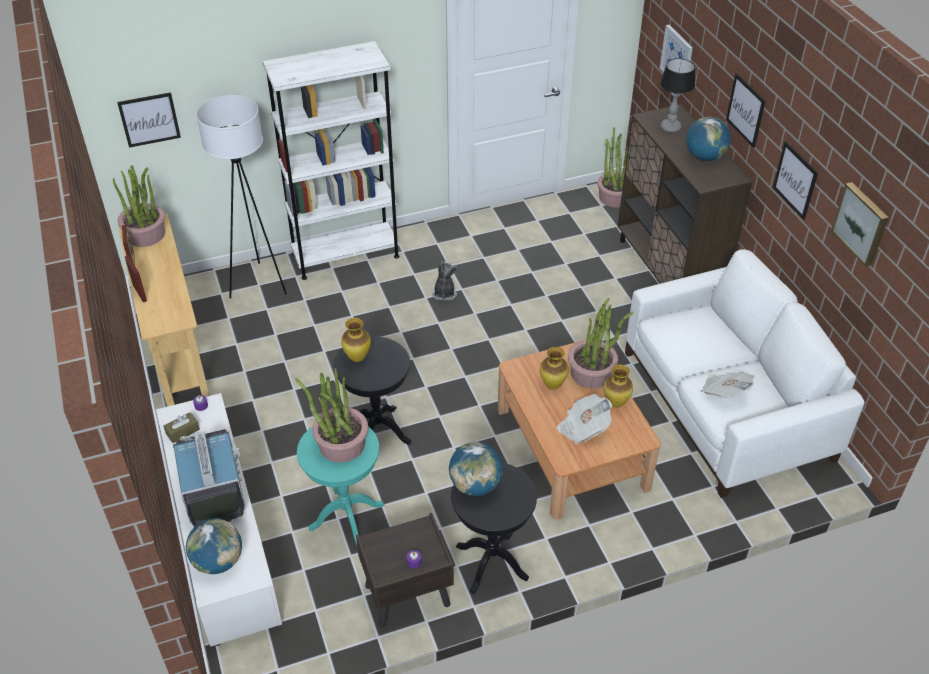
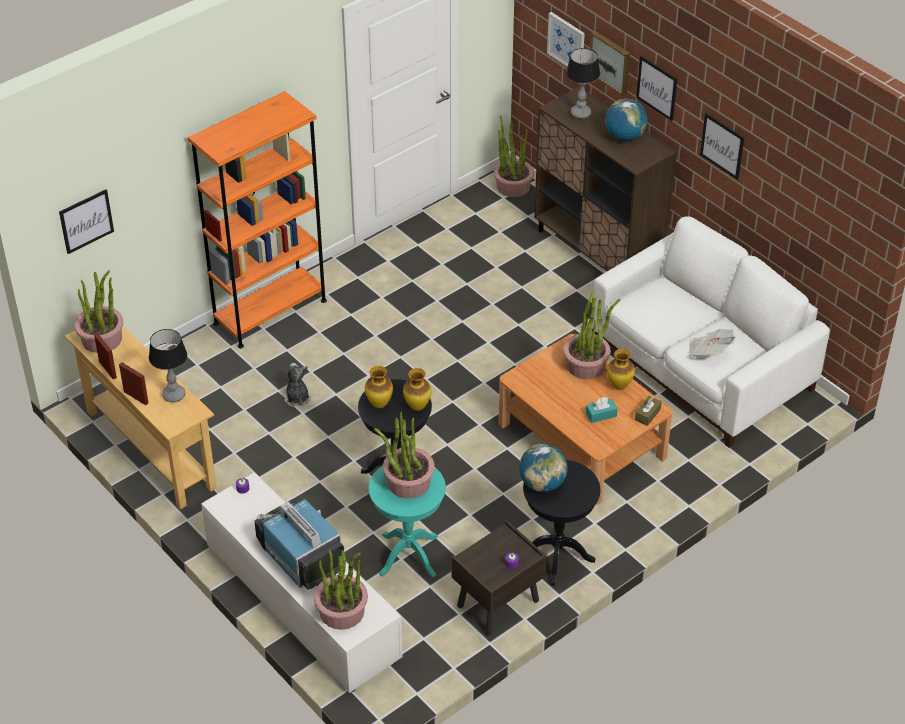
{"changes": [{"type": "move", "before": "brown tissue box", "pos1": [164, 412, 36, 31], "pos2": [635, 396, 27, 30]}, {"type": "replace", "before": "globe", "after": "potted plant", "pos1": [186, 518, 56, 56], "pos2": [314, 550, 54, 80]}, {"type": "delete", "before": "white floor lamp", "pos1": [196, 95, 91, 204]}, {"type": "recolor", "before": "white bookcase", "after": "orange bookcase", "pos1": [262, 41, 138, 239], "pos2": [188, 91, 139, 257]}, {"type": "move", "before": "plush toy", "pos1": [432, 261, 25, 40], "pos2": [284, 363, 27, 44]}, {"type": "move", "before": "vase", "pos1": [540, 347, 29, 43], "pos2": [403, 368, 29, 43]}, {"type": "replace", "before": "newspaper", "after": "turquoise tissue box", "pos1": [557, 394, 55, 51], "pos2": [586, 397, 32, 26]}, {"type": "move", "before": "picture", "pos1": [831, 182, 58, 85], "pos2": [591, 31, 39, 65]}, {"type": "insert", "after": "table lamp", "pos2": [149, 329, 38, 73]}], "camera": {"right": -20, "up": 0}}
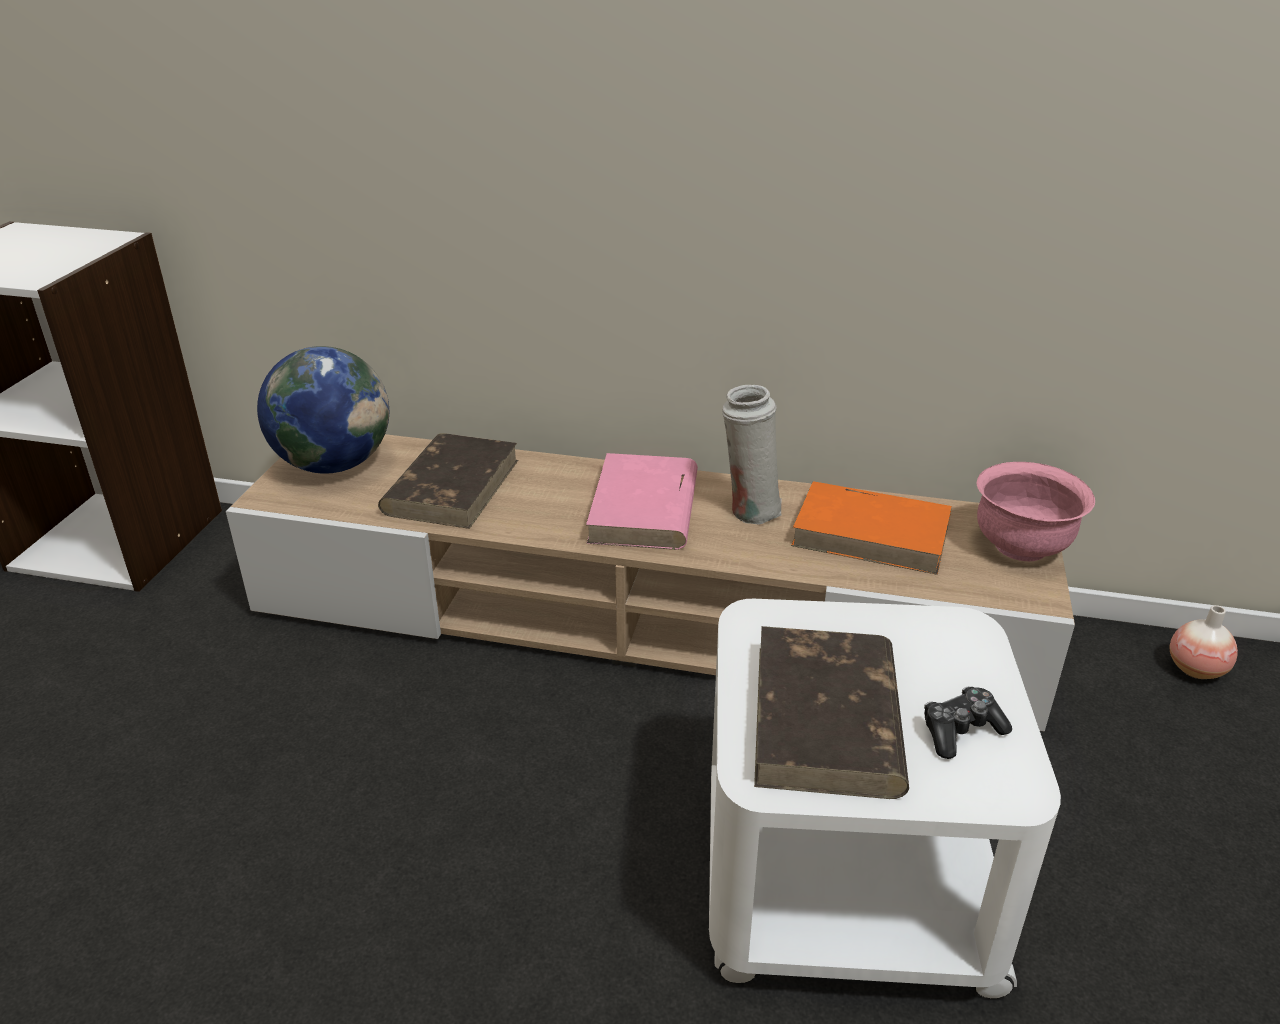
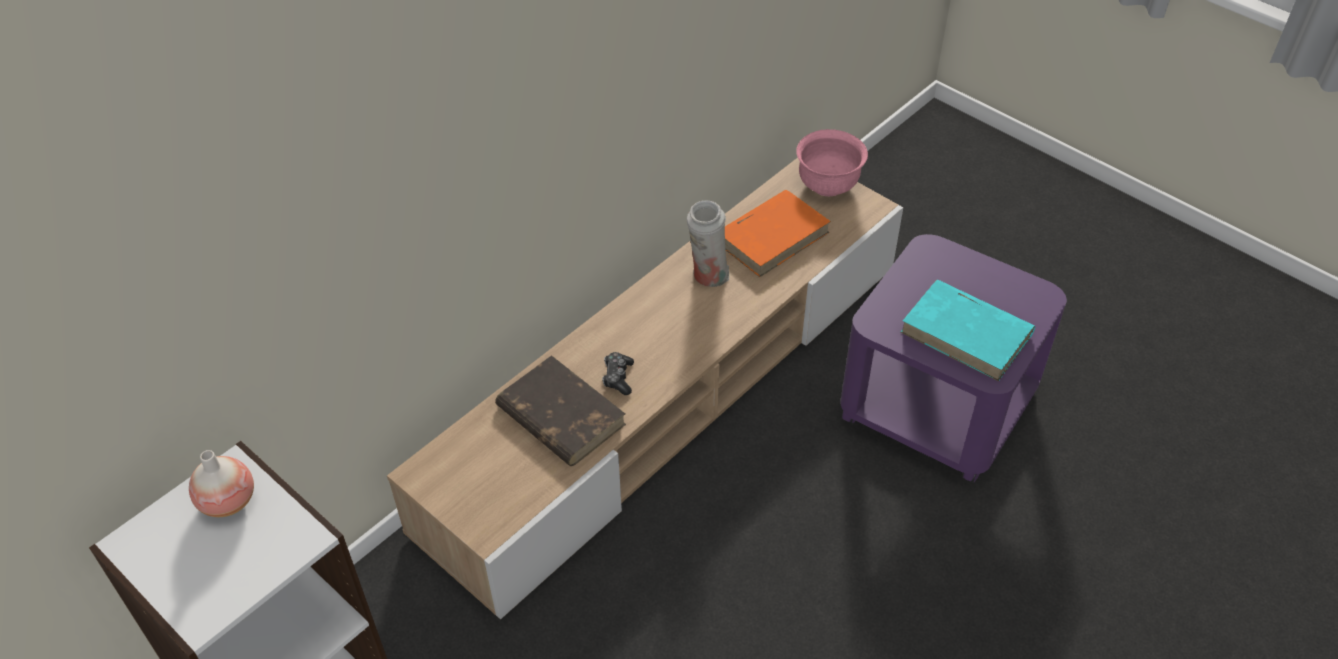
{"changes": [{"type": "delete", "before": "globe", "pos1": [257, 346, 132, 128]}, {"type": "delete", "before": "pink book", "pos1": [586, 453, 112, 97]}, {"type": "recolor", "before": "white side table", "after": "purple side table", "pos1": [709, 599, 352, 400], "pos2": [840, 234, 227, 249]}, {"type": "recolor", "before": "brown book", "after": "turquoise book", "pos1": [754, 626, 155, 173], "pos2": [900, 280, 135, 102]}, {"type": "move", "before": "game controller", "pos1": [924, 686, 88, 73], "pos2": [602, 352, 32, 43]}, {"type": "move", "before": "vase", "pos1": [1170, 605, 68, 74], "pos2": [189, 450, 65, 67]}], "camera": {"right": -60, "up": 15}}
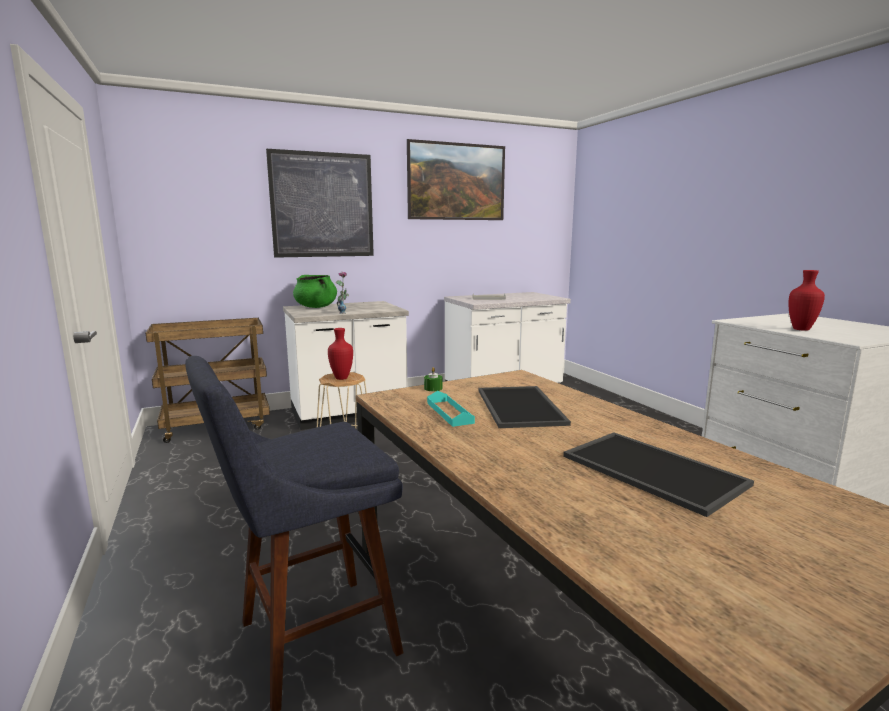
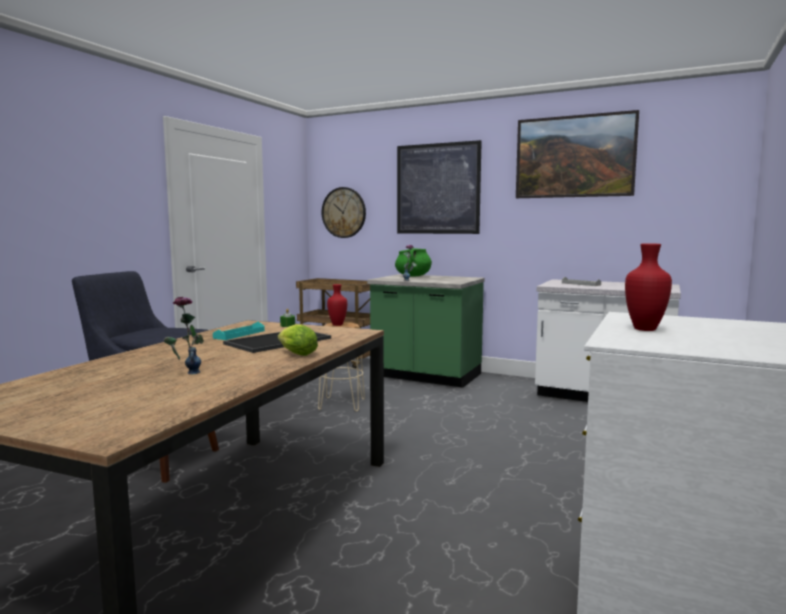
{"changes": [{"type": "recolor", "before": "white counter", "after": "green counter", "pos1": [283, 301, 126, 129], "pos2": [367, 274, 118, 114]}, {"type": "replace", "before": "tray", "after": "vase", "pos1": [563, 433, 191, 84], "pos2": [164, 297, 40, 77]}, {"type": "insert", "after": "lettuce", "pos2": [278, 324, 40, 32]}, {"type": "insert", "after": "wall clock", "pos2": [322, 187, 44, 51]}], "camera": {"right": 50, "up": -5}}
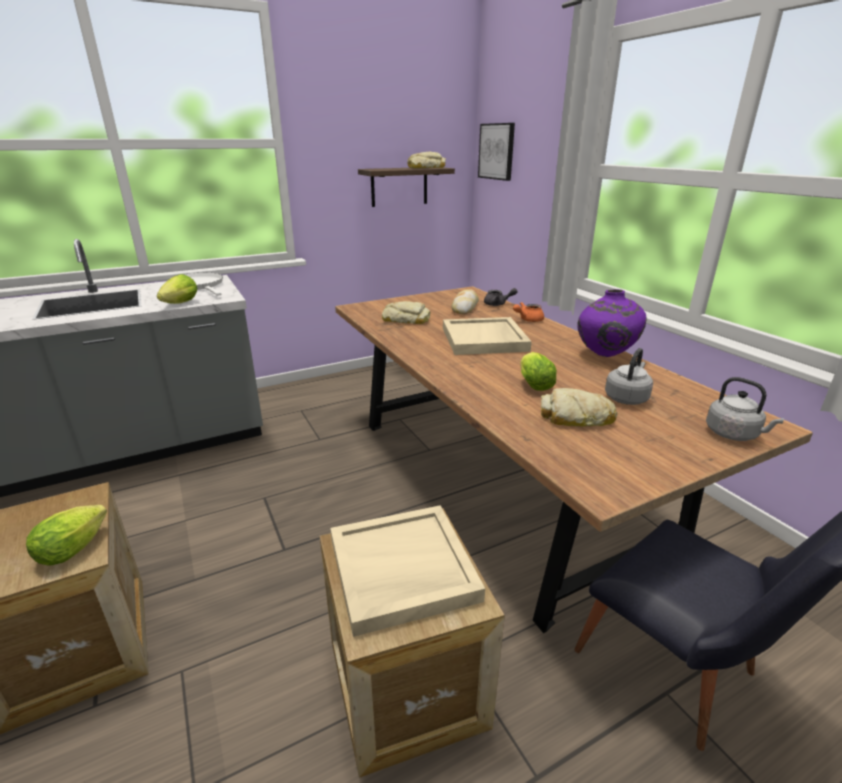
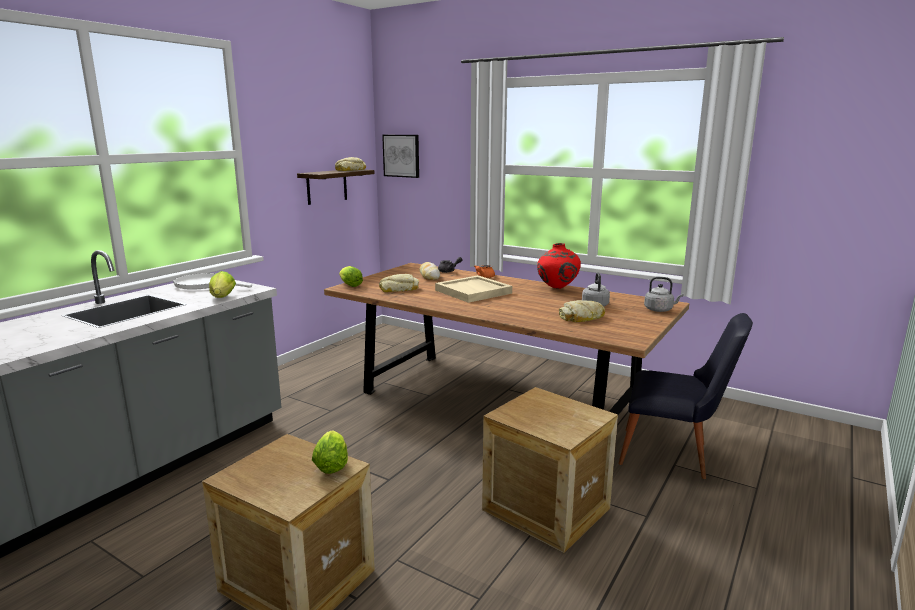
{"changes": [{"type": "delete", "before": "beige tray", "pos1": [330, 505, 155, 132]}, {"type": "move", "before": "lettuce", "pos1": [520, 352, 37, 39], "pos2": [339, 266, 24, 21]}, {"type": "recolor", "before": "purple vase", "after": "red vase", "pos1": [577, 289, 70, 68], "pos2": [537, 243, 44, 46]}], "camera": {"right": -30, "up": -10}}
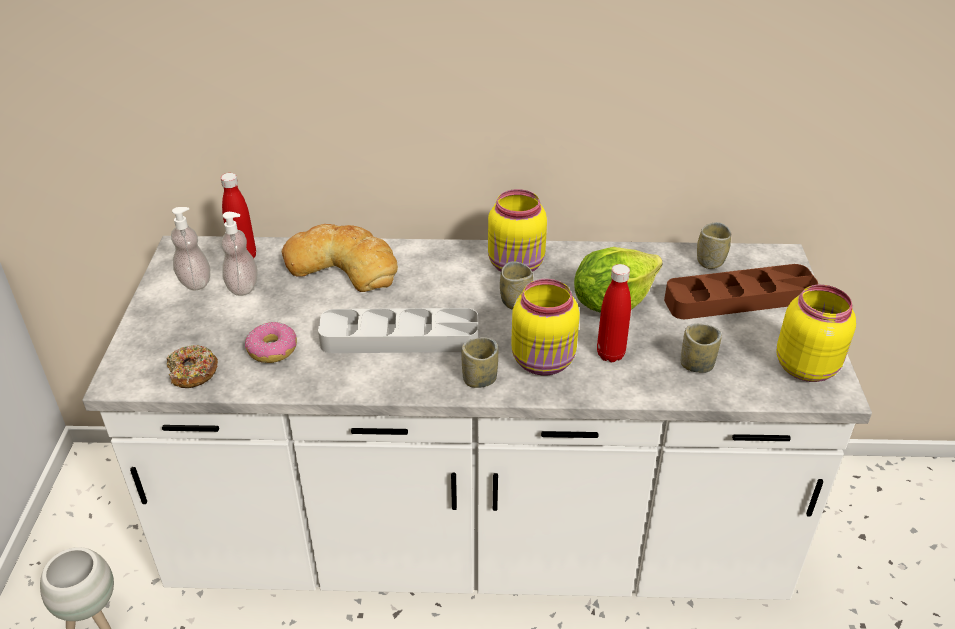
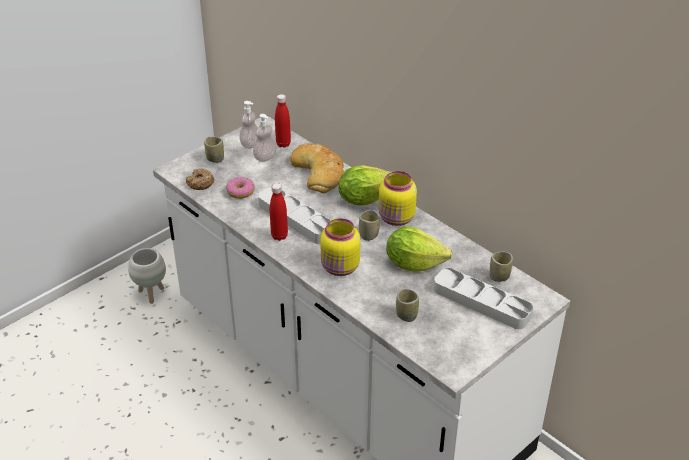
{"changes": [{"type": "move", "before": "cup", "pos1": [461, 337, 37, 51], "pos2": [204, 136, 20, 27]}, {"type": "move", "before": "red bottle", "pos1": [597, 264, 34, 98], "pos2": [270, 183, 18, 58]}, {"type": "recolor", "before": "brown tray", "after": "grey tray", "pos1": [664, 264, 154, 55], "pos2": [434, 268, 99, 61]}, {"type": "delete", "before": "yellow jar", "pos1": [777, 285, 79, 97]}, {"type": "insert", "after": "lettuce", "pos2": [338, 165, 52, 41]}], "camera": {"right": 45, "up": 0}}
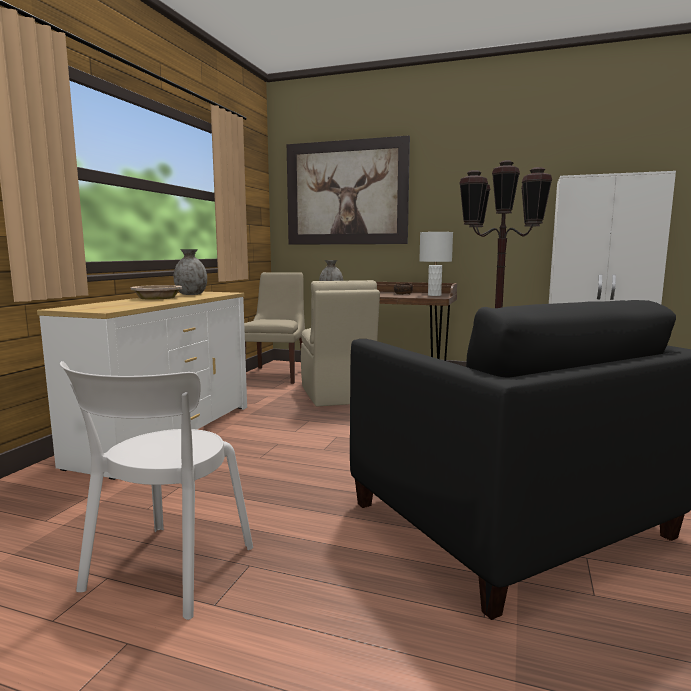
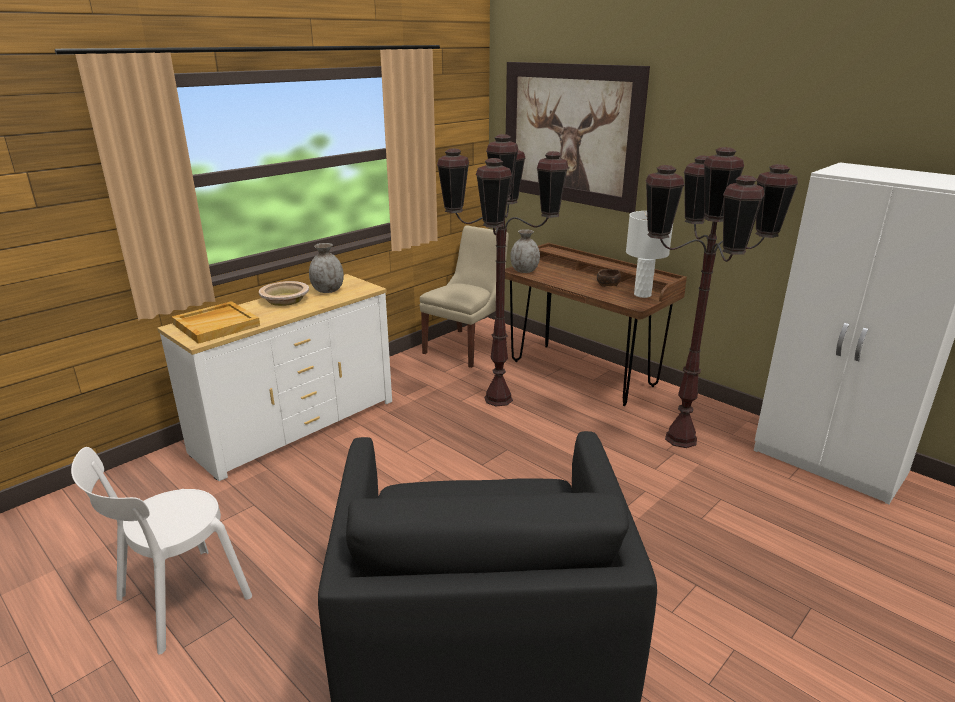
{"changes": [{"type": "replace", "before": "beige chair", "after": "brown floor lamp", "pos1": [301, 280, 79, 127], "pos2": [437, 134, 131, 272]}, {"type": "insert", "after": "beige tray", "pos2": [172, 301, 88, 43]}], "camera": {"right": 25, "up": 15}}
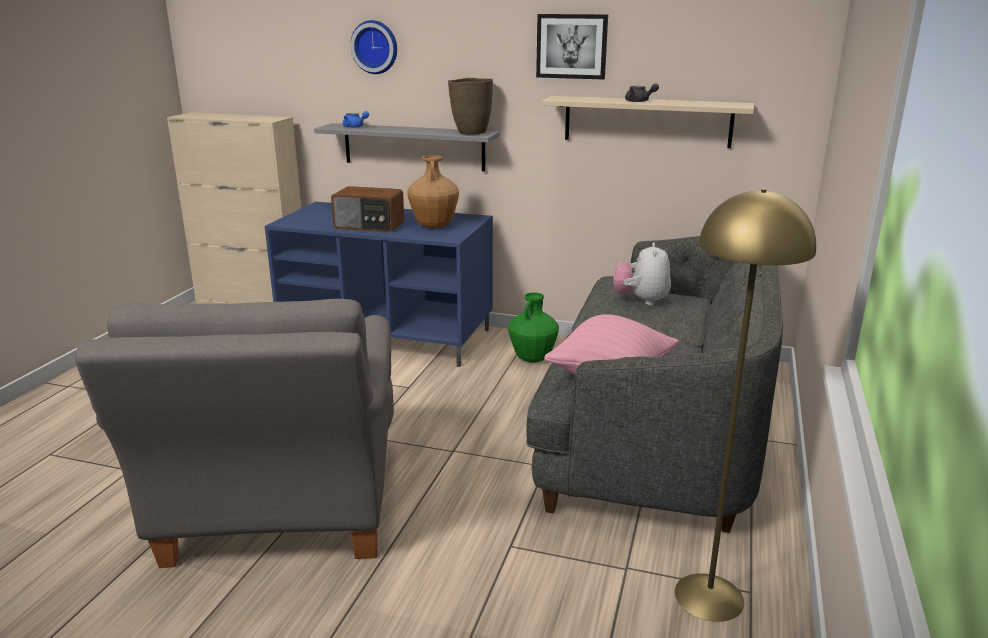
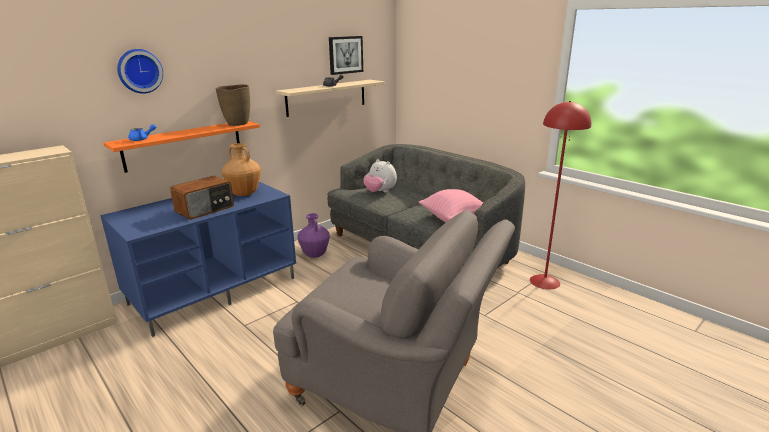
{"changes": [{"type": "recolor", "before": "grey shelf", "after": "orange shelf", "pos1": [314, 123, 186, 49], "pos2": [103, 121, 157, 52]}, {"type": "recolor", "before": "green vase", "after": "purple vase", "pos1": [508, 292, 51, 71], "pos2": [297, 213, 33, 45]}, {"type": "move", "before": "picture", "pos1": [536, 14, 72, 65], "pos2": [329, 36, 34, 39]}, {"type": "recolor", "before": "yellow floor lamp", "after": "red floor lamp", "pos1": [675, 189, 141, 433], "pos2": [530, 101, 61, 188]}], "camera": {"right": -60, "up": 0}}
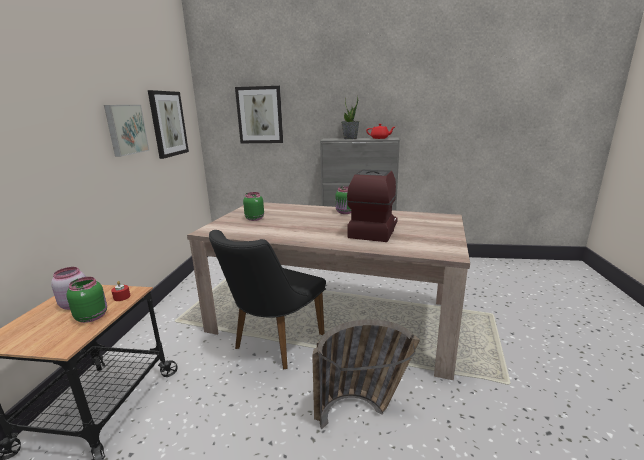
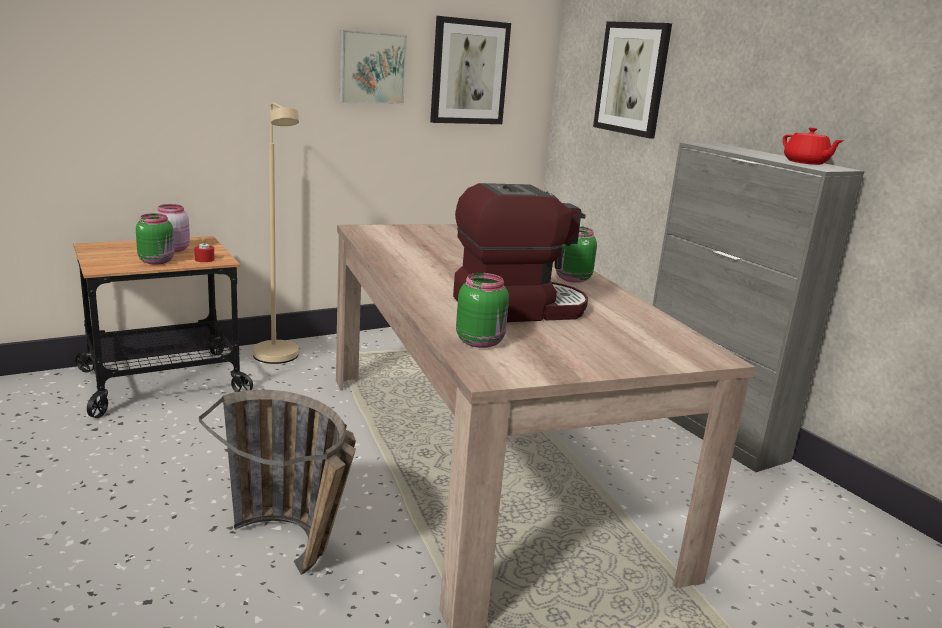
{"changes": [{"type": "delete", "before": "black chair", "pos1": [209, 230, 117, 140]}, {"type": "move", "before": "green jar", "pos1": [243, 192, 21, 29], "pos2": [456, 273, 53, 75]}, {"type": "delete", "before": "potted plant", "pos1": [342, 96, 18, 43]}, {"type": "insert", "after": "beige floor lamp", "pos2": [253, 102, 46, 262]}], "camera": {"right": 50, "up": 0}}
